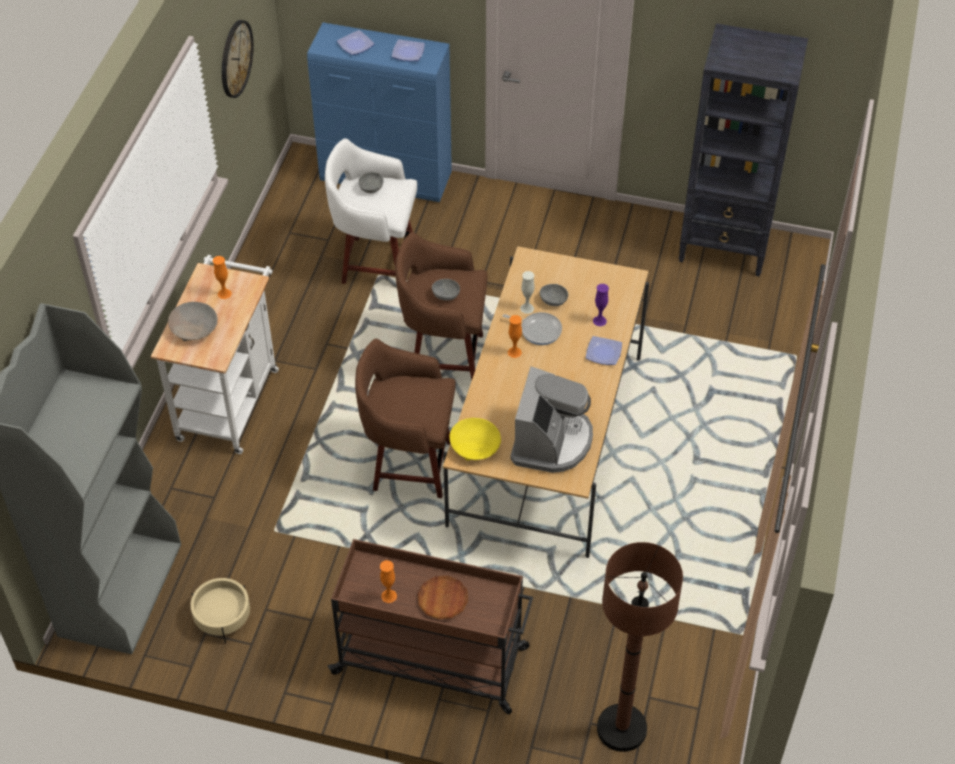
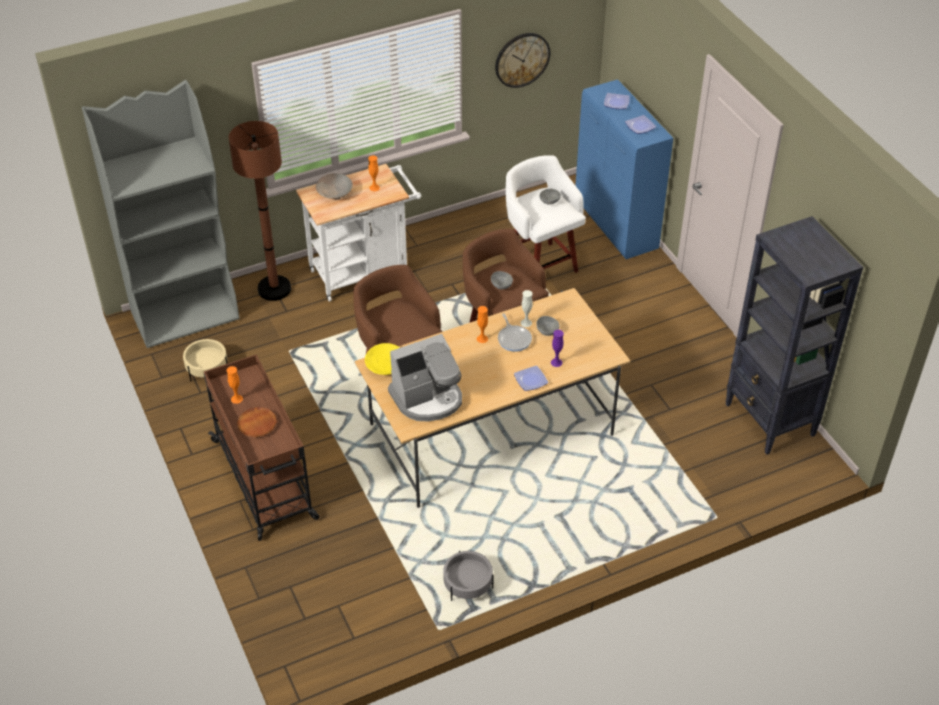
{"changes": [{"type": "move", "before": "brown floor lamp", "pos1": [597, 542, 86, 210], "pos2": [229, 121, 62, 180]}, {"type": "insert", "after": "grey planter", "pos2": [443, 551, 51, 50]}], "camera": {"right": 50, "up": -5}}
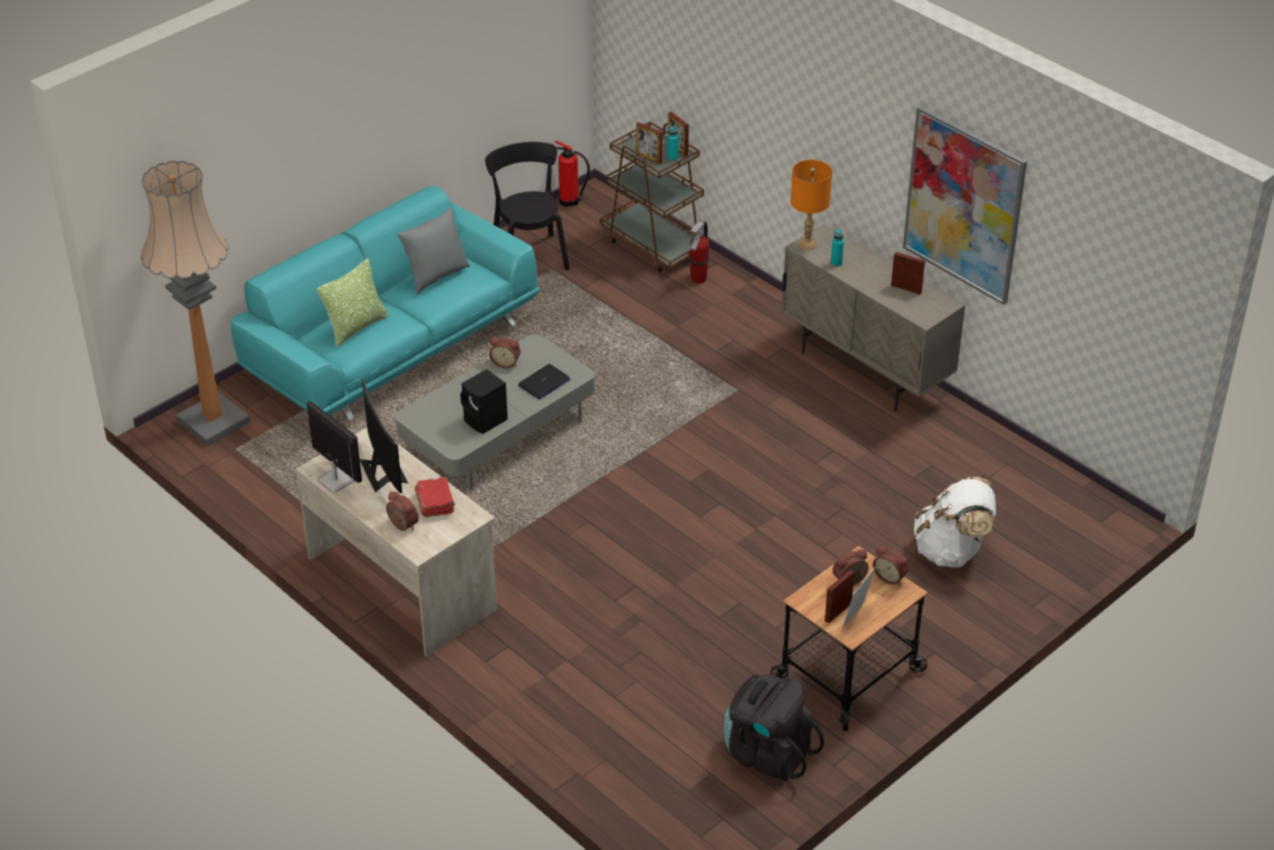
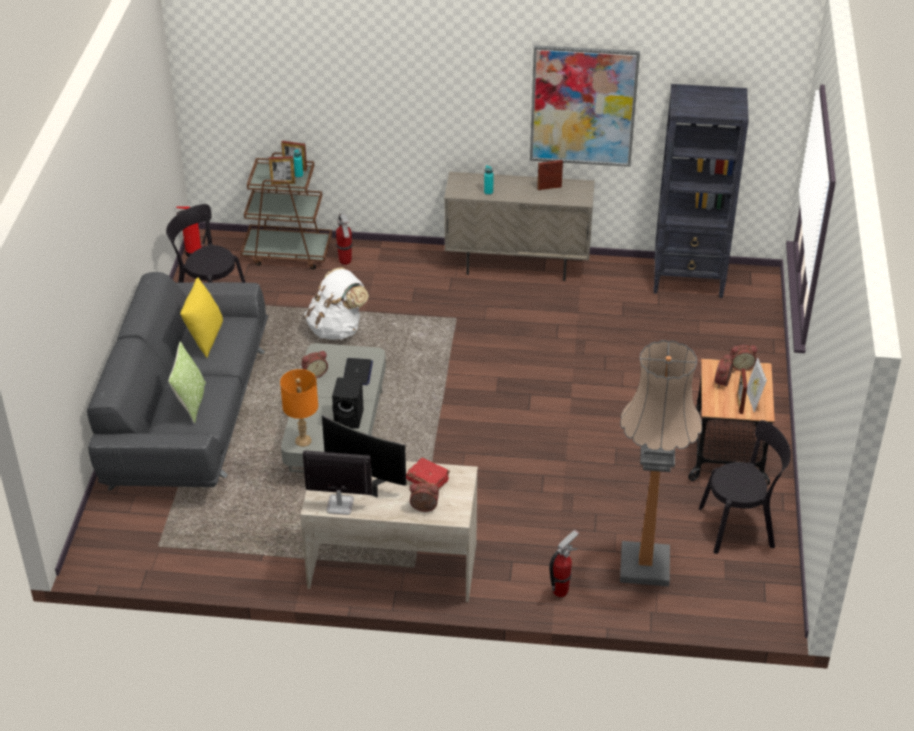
{"changes": [{"type": "move", "before": "floor lamp", "pos1": [141, 161, 109, 286], "pos2": [620, 340, 82, 246]}, {"type": "recolor", "before": "turquoise sofa", "after": "grey sofa", "pos1": [230, 186, 310, 234], "pos2": [87, 272, 181, 219]}, {"type": "recolor", "before": "grey pillow", "after": "yellow pillow", "pos1": [397, 208, 73, 86], "pos2": [180, 277, 43, 81]}, {"type": "replace", "before": "black backpack", "after": "black chair", "pos1": [724, 674, 100, 107], "pos2": [699, 420, 92, 134]}, {"type": "move", "before": "orange table lamp", "pos1": [791, 160, 41, 90], "pos2": [280, 369, 38, 78]}, {"type": "move", "before": "white backpack", "pos1": [914, 476, 82, 92], "pos2": [305, 267, 64, 73]}, {"type": "insert", "after": "fire extinguisher", "pos2": [549, 529, 30, 68]}, {"type": "insert", "after": "black bookcase", "pos2": [653, 84, 96, 214]}], "camera": {"right": -40, "up": 0}}
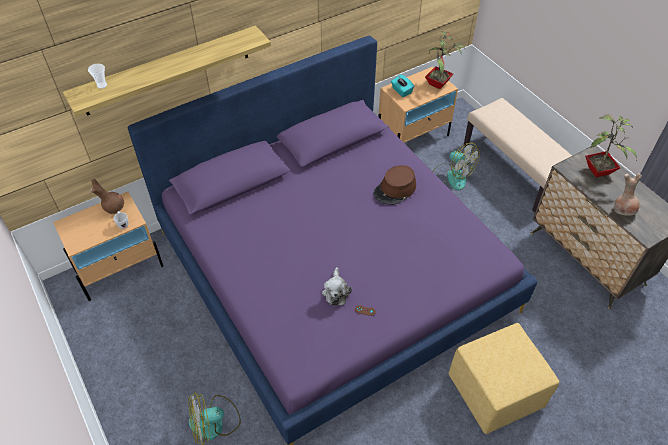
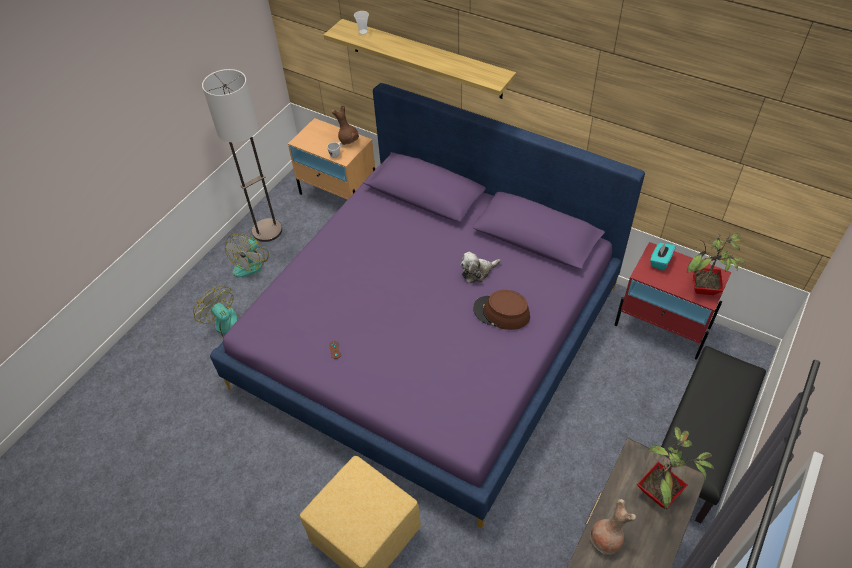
{"changes": [{"type": "move", "before": "plush toy", "pos1": [322, 267, 30, 38], "pos2": [460, 252, 41, 31]}, {"type": "recolor", "before": "beige nightstand", "after": "red nightstand", "pos1": [378, 67, 80, 76], "pos2": [614, 242, 117, 117]}, {"type": "move", "before": "fan", "pos1": [433, 143, 47, 47], "pos2": [225, 233, 44, 44]}, {"type": "recolor", "before": "beige bench", "after": "black bench", "pos1": [463, 98, 109, 114], "pos2": [661, 346, 105, 178]}, {"type": "insert", "after": "floor lamp", "pos2": [202, 69, 80, 173]}], "camera": {"right": 65, "up": 0}}
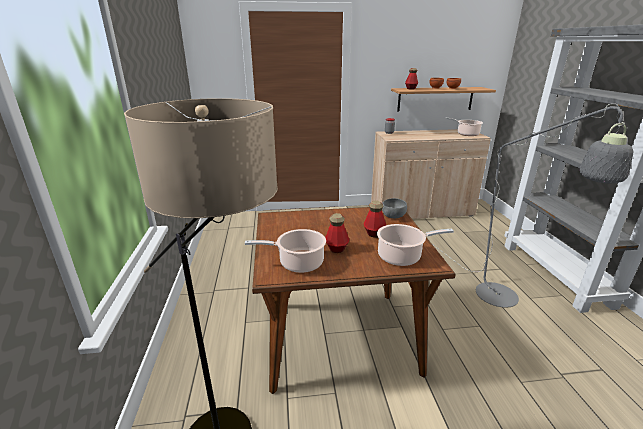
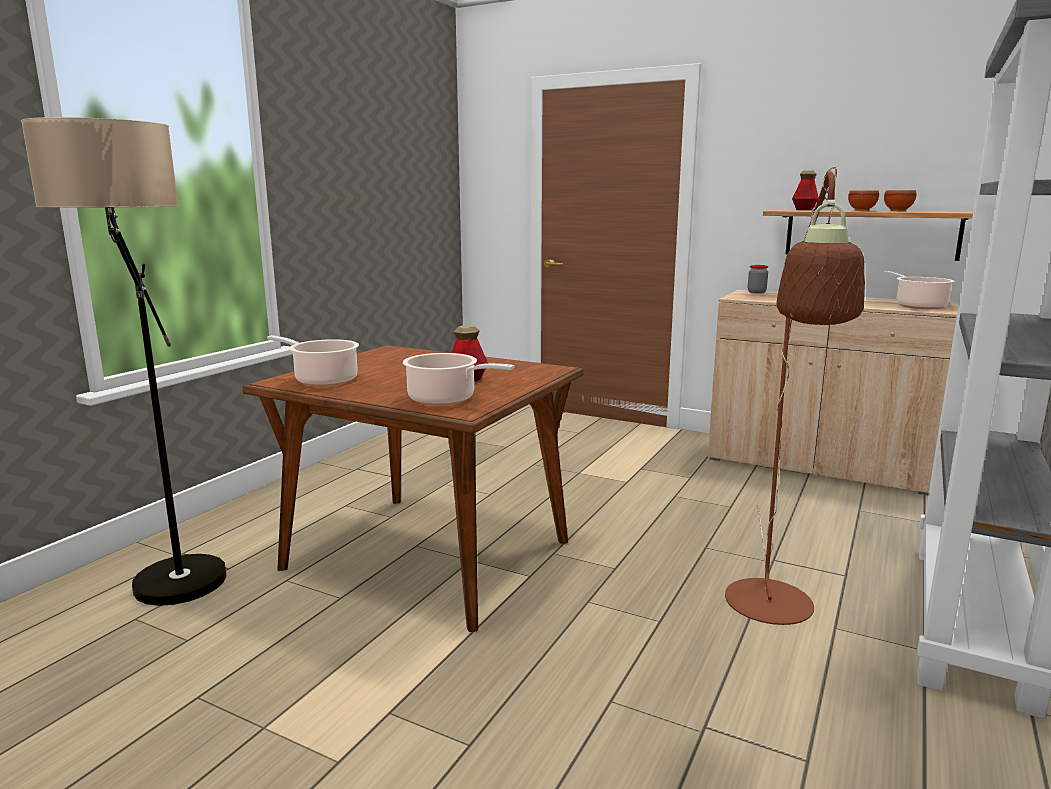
{"changes": [{"type": "delete", "before": "bottle", "pos1": [325, 213, 25, 40]}, {"type": "delete", "before": "grey bowl", "pos1": [382, 198, 25, 20]}, {"type": "recolor", "before": "grey floor lamp", "after": "brown floor lamp", "pos1": [431, 103, 202, 205], "pos2": [725, 167, 140, 458]}], "camera": {"right": 35, "up": -10}}
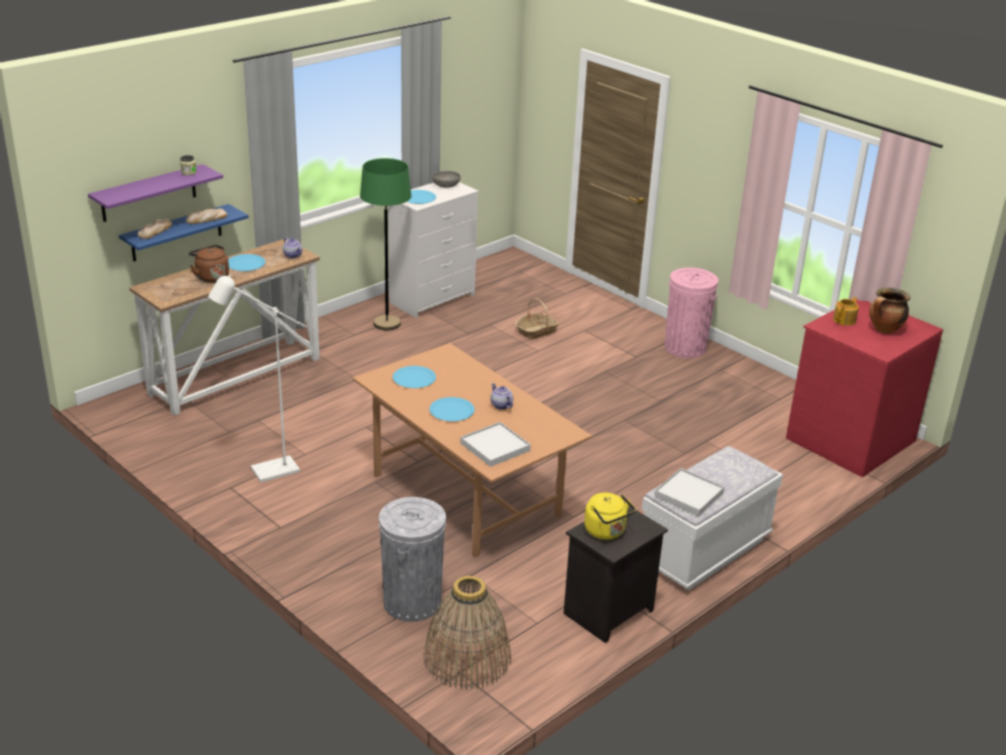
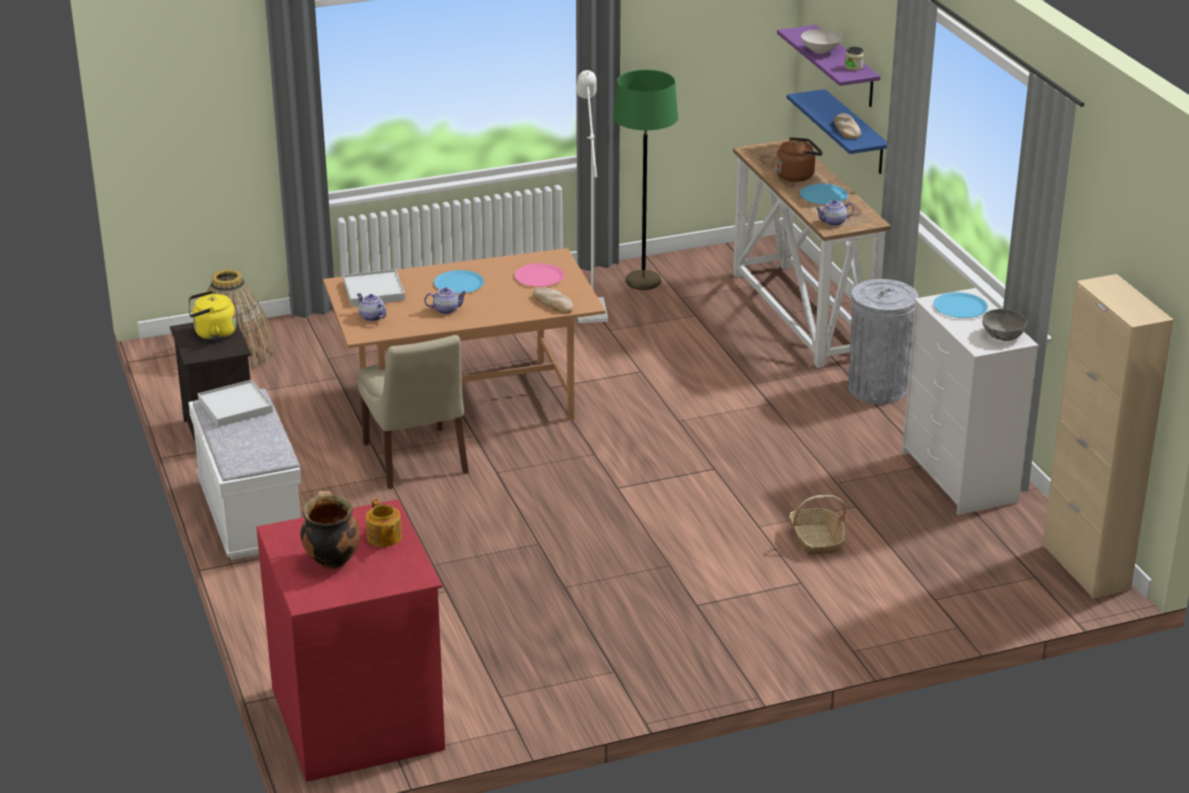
{"changes": [{"type": "move", "before": "bread", "pos1": [137, 219, 35, 20], "pos2": [533, 287, 41, 27]}, {"type": "move", "before": "green floor lamp", "pos1": [360, 158, 51, 173], "pos2": [613, 70, 65, 220]}, {"type": "move", "before": "grey trash can", "pos1": [379, 497, 67, 125], "pos2": [848, 279, 70, 125]}, {"type": "recolor", "before": "blue plate", "after": "pink plate", "pos1": [393, 366, 43, 22], "pos2": [514, 263, 50, 24]}, {"type": "delete", "before": "pink trash can", "pos1": [665, 268, 54, 90]}, {"type": "insert", "after": "teapot", "pos2": [357, 293, 30, 28]}, {"type": "insert", "after": "beige chair", "pos2": [358, 335, 111, 154]}, {"type": "insert", "after": "white bowl", "pos2": [801, 29, 42, 25]}, {"type": "insert", "after": "beige cabinet", "pos2": [1042, 274, 132, 325]}], "camera": {"right": 115, "up": 0}}
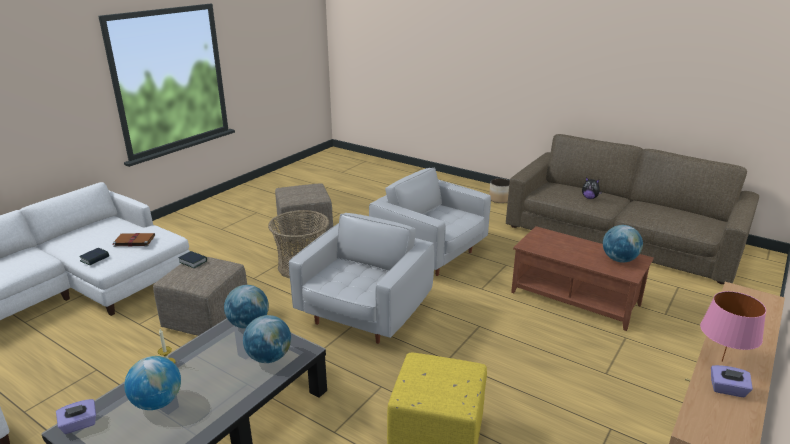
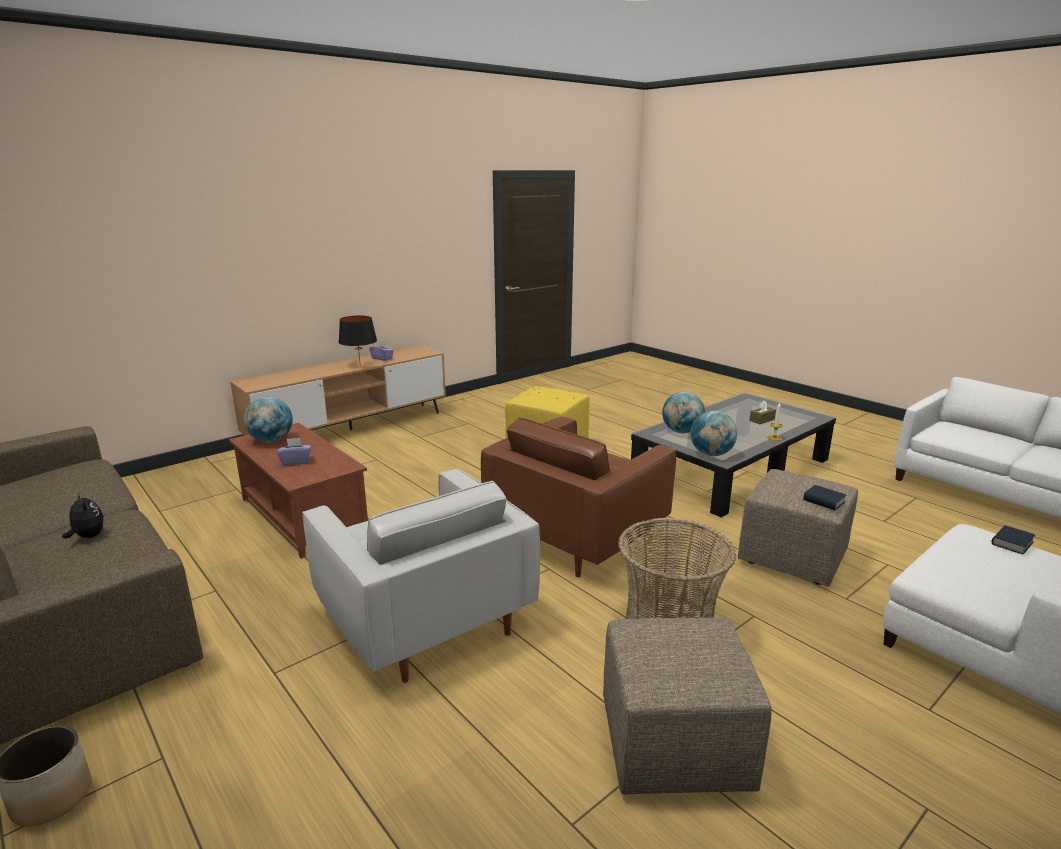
{"changes": [{"type": "move", "before": "purple tissue box", "pos1": [56, 399, 40, 35], "pos2": [277, 438, 34, 27]}, {"type": "delete", "before": "brown book", "pos1": [112, 233, 43, 14]}, {"type": "replace", "before": "globe", "after": "brown tissue box", "pos1": [124, 356, 57, 54], "pos2": [749, 400, 27, 24]}, {"type": "recolor", "before": "white armchair", "after": "brown armchair", "pos1": [289, 213, 145, 131], "pos2": [481, 416, 196, 161]}, {"type": "recolor", "before": "pink table lamp", "after": "black table lamp", "pos1": [700, 291, 66, 71], "pos2": [339, 316, 38, 45]}], "camera": {"right": -165, "up": -5}}
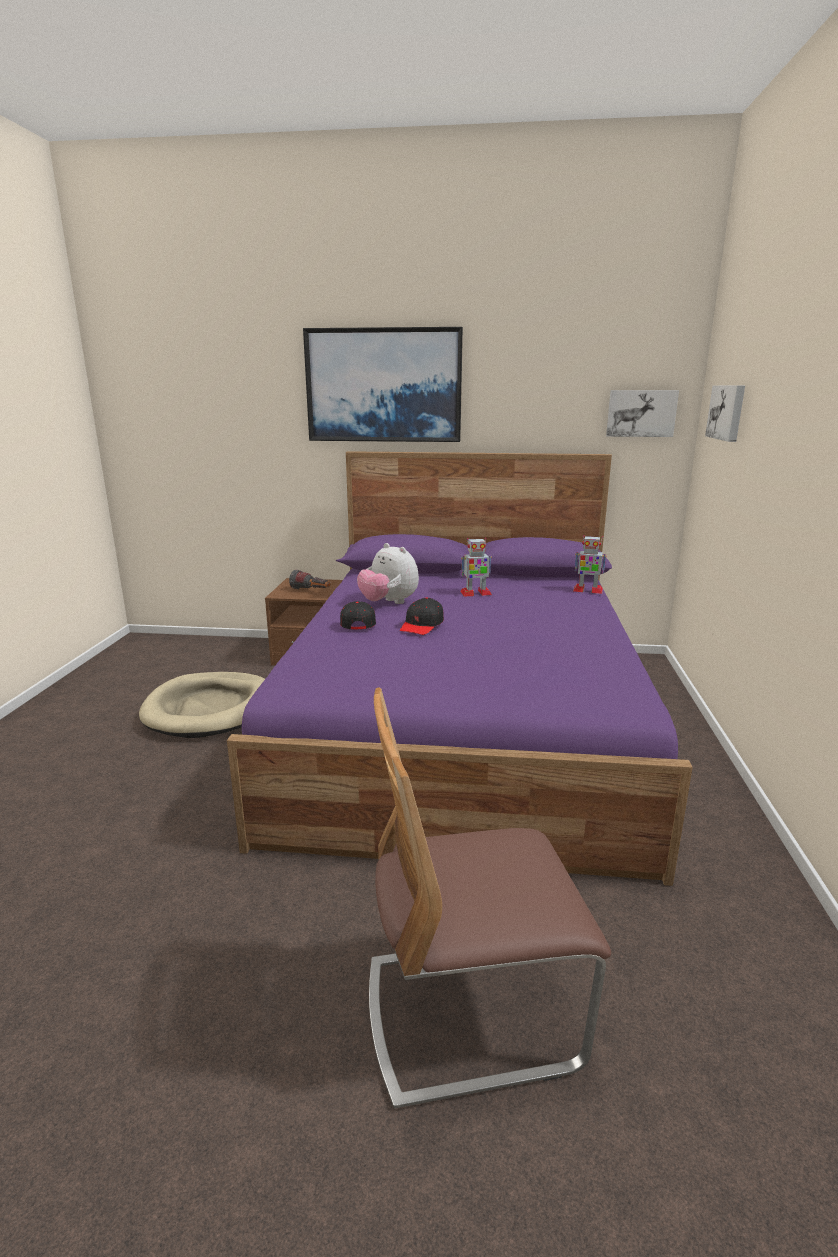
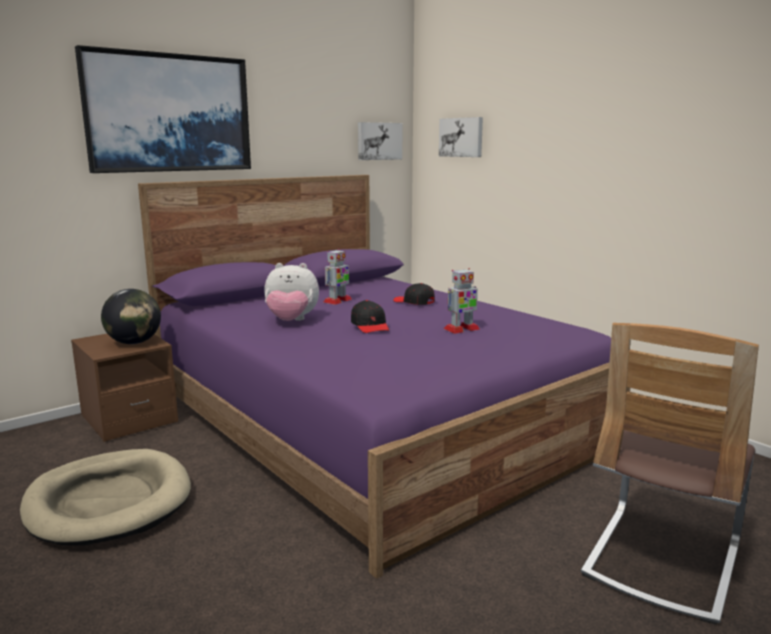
{"changes": [{"type": "replace", "before": "flashlight", "after": "globe", "pos1": [289, 570, 42, 19], "pos2": [101, 289, 60, 55]}, {"type": "move", "before": "black cap", "pos1": [340, 601, 36, 28], "pos2": [393, 283, 42, 22]}, {"type": "move", "before": "toy robot", "pos1": [573, 535, 34, 59], "pos2": [444, 268, 36, 66]}], "camera": {"right": -45, "up": -5}}
